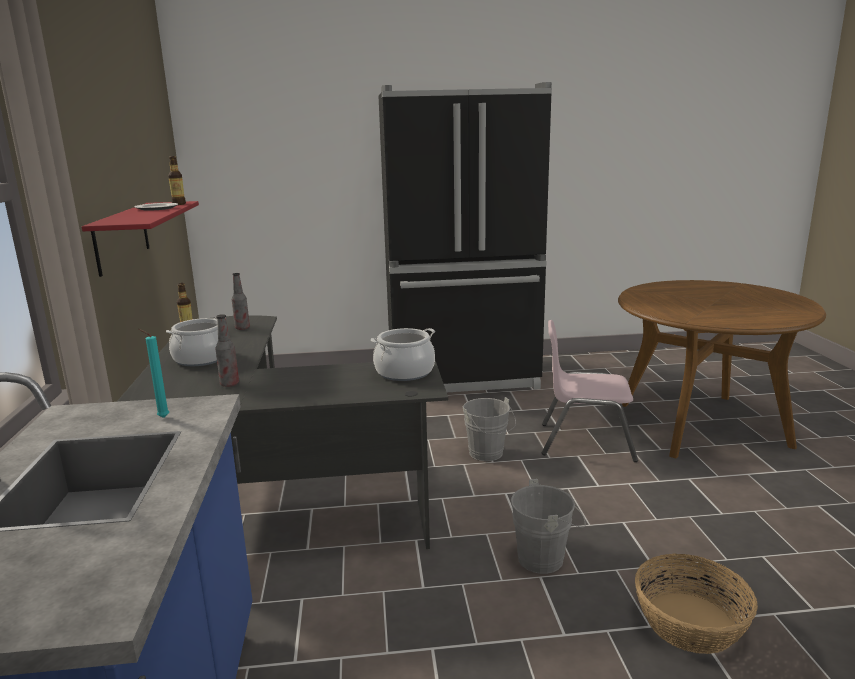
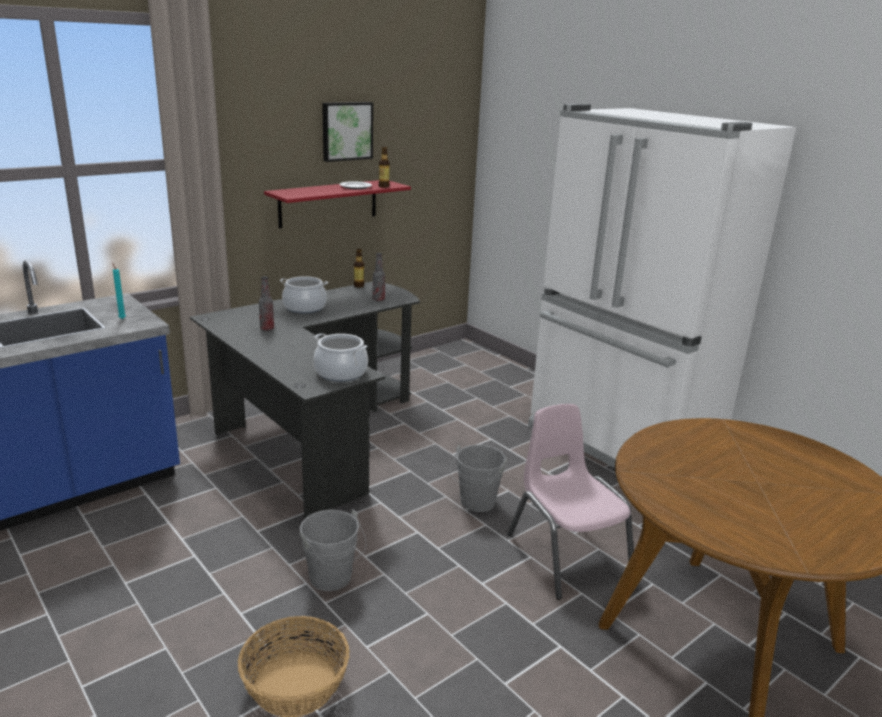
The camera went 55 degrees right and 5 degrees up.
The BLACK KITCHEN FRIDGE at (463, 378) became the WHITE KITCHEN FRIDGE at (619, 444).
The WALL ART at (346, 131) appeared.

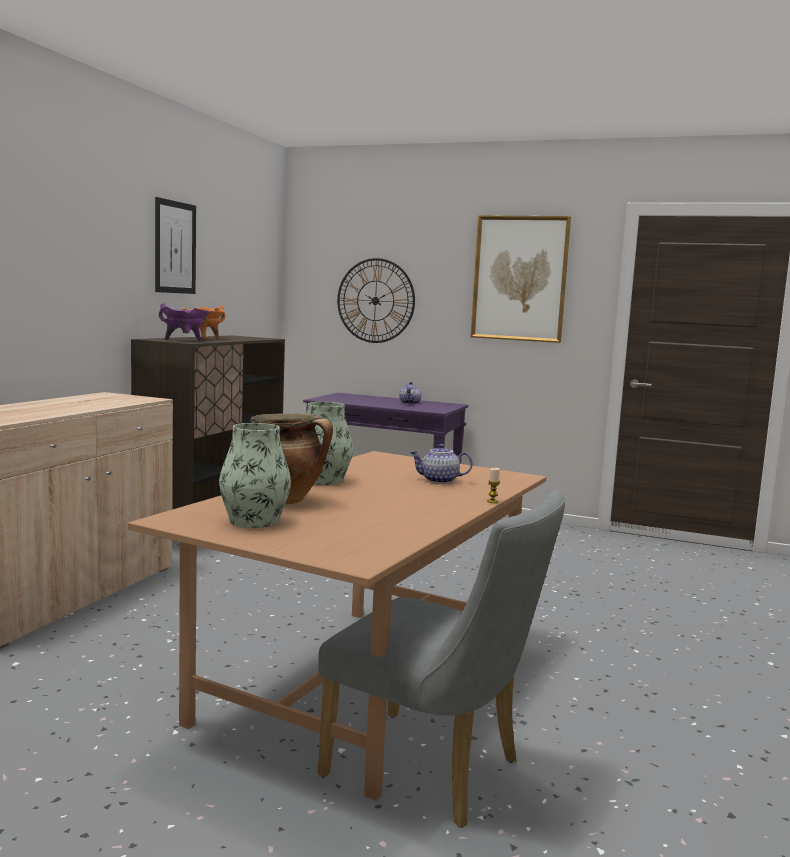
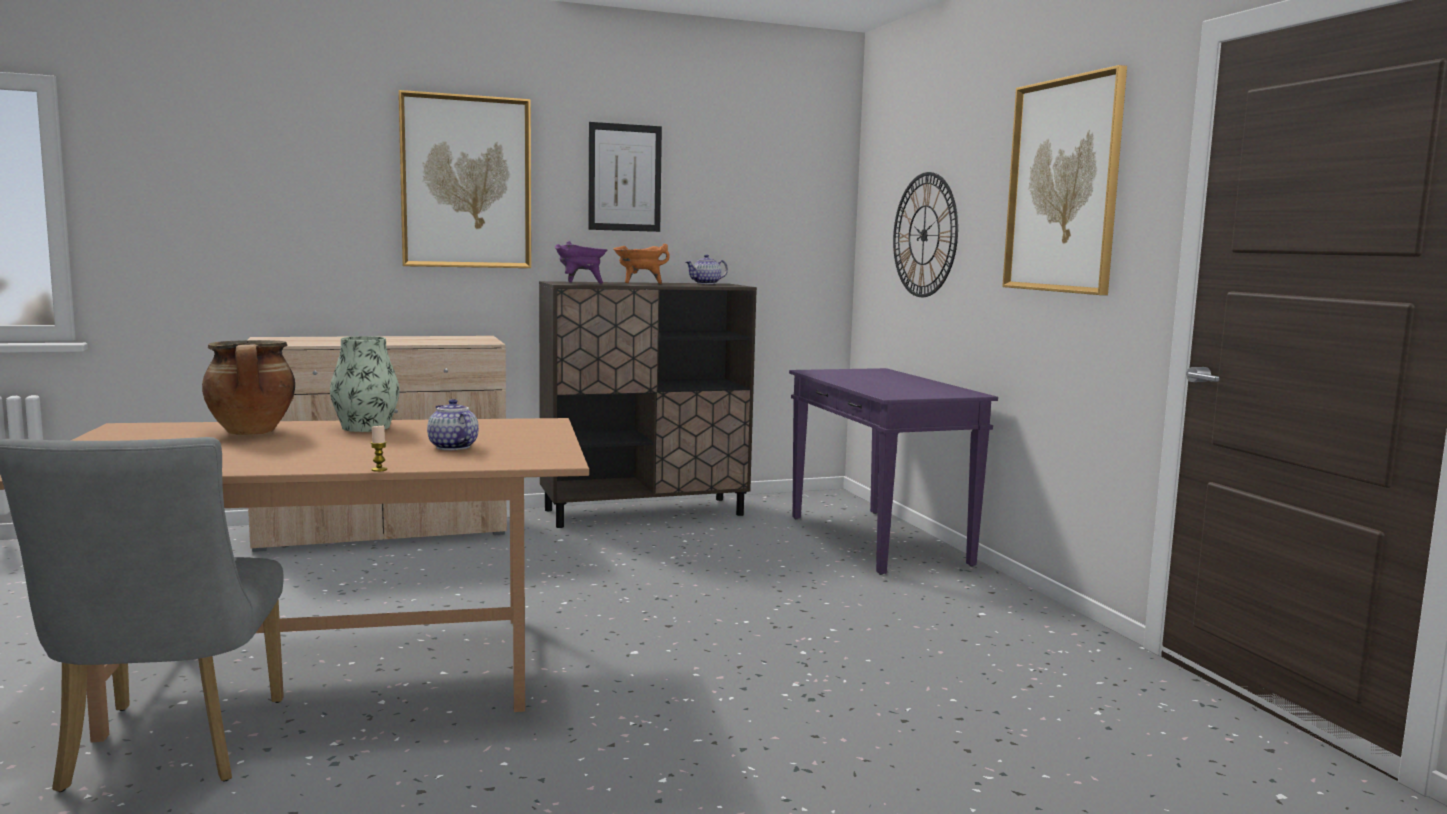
The camera went 50 degrees right and 0 degrees up.
The VASE at (254, 521) disappeared.
The TEAPOT moved from (410, 403) to (706, 283).
The WALL ART at (466, 182) appeared.

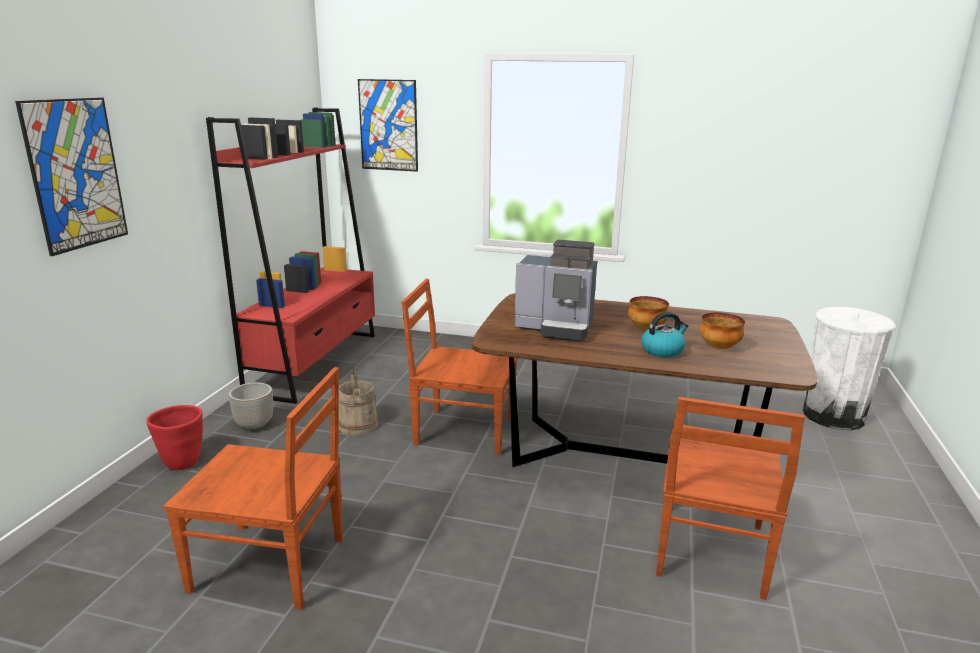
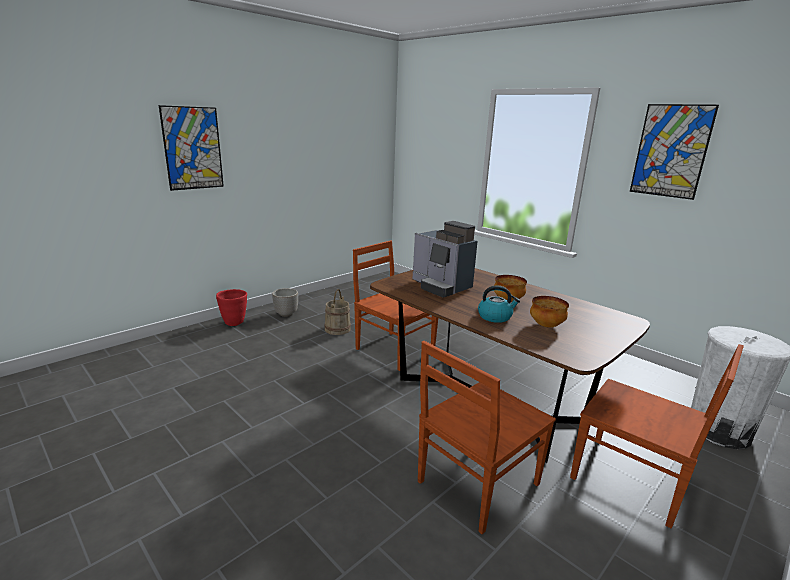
The camera went 30 degrees right and 0 degrees up.
The BROWN PLAIN CHAIR moved from (272, 565) to (632, 480).
The RED SHELVING UNIT at (315, 362) disappeared.
The WALL ART moved from (388, 125) to (671, 151).

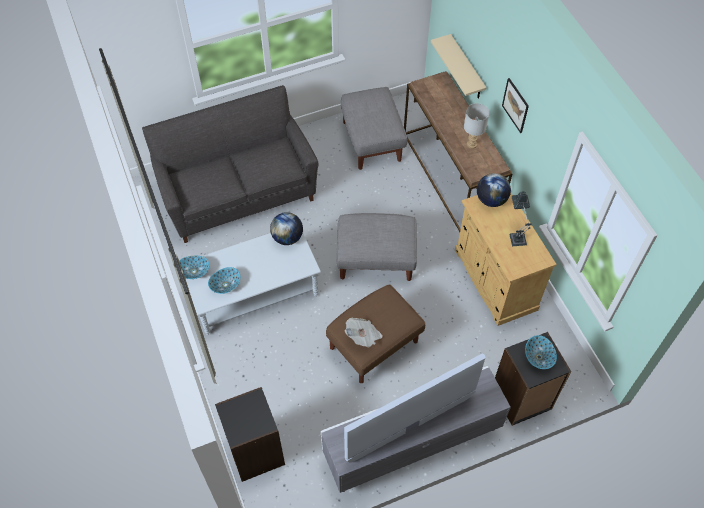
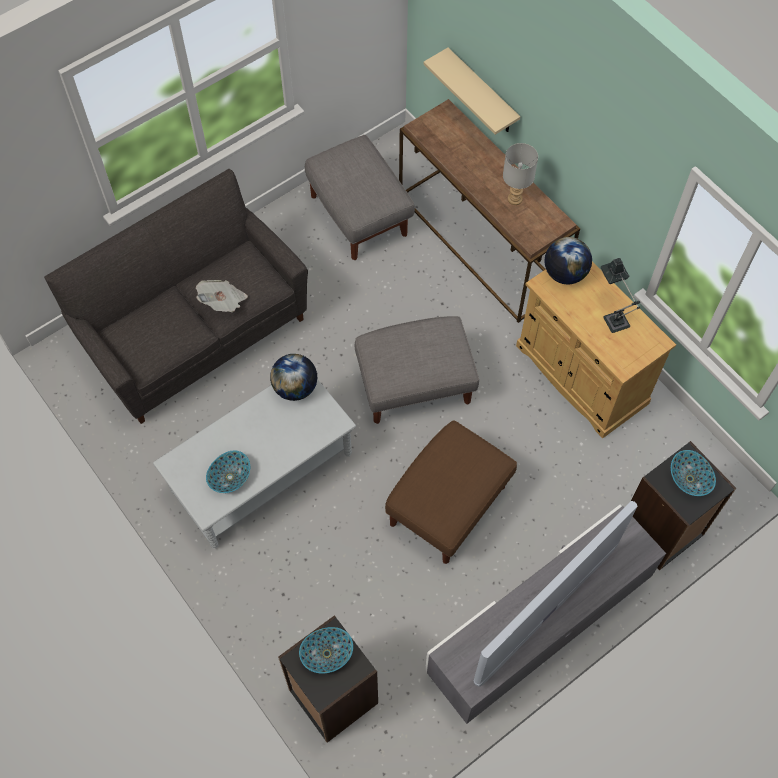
The camera went 15 degrees left and 5 degrees up.
The DEEP DISH moved from (194, 271) to (326, 653).
The PRINTED PAPER moved from (363, 336) to (223, 302).
The WALL ART at (515, 105) disappeared.

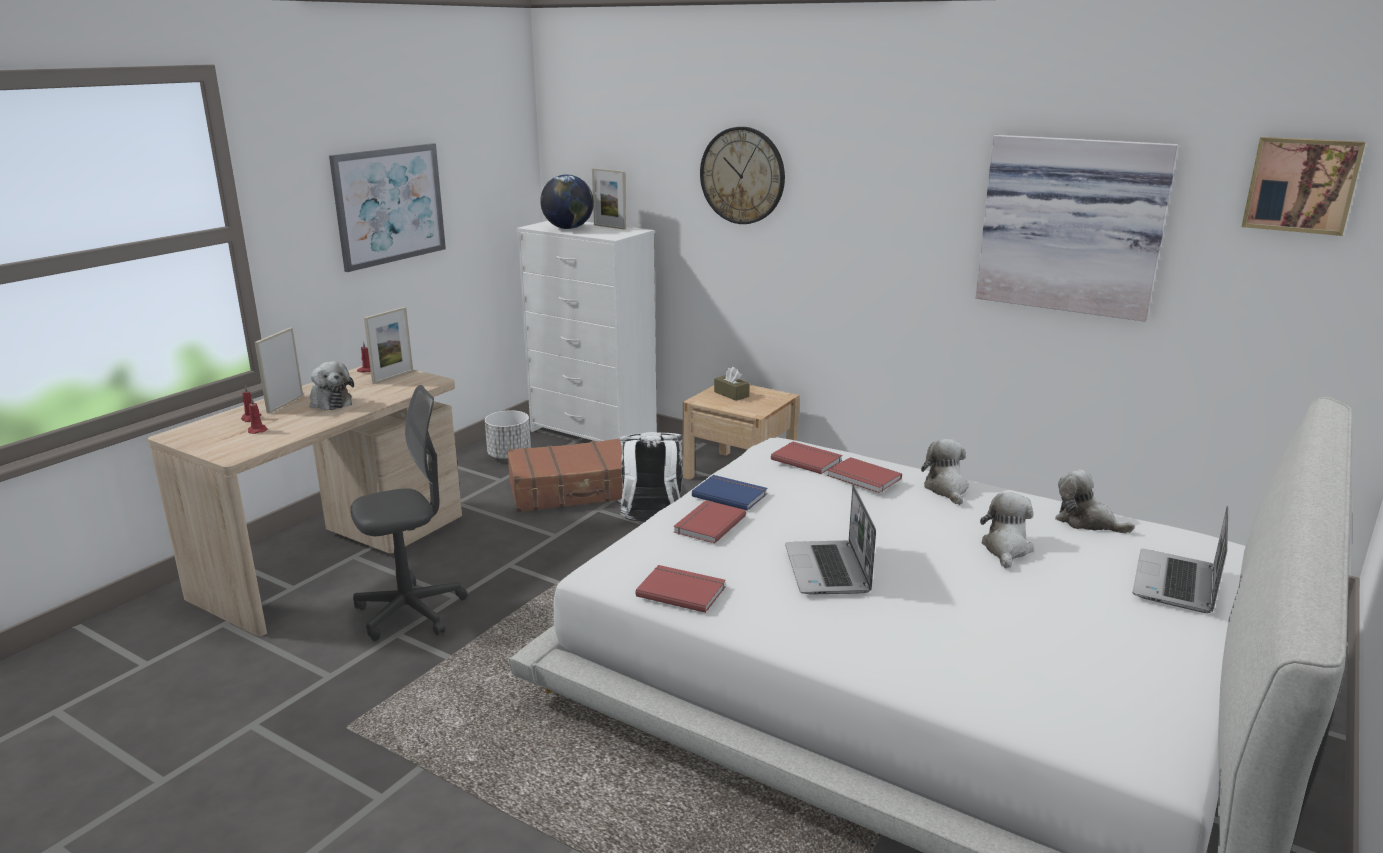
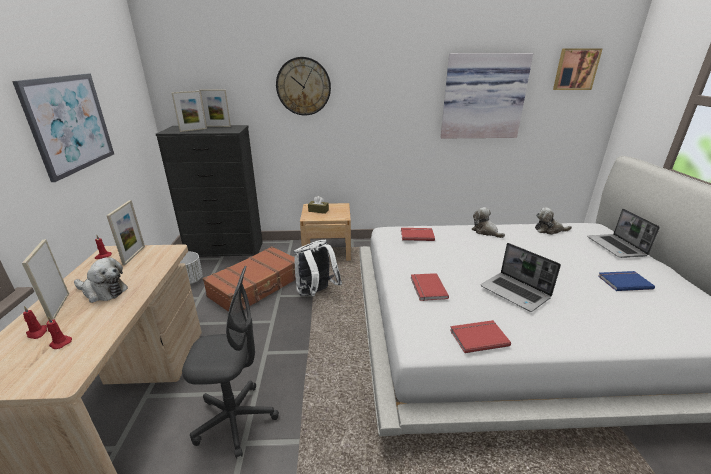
The camera went 35 degrees left and 5 degrees up.
The GRAY DESK CHAIR at (410, 612) turned 60 degrees clockwise.
The WHITE DRESSER at (594, 433) became the BLACK DRESSER at (227, 251).
The DESK GLOBE at (568, 228) was replaced by the STANDING FRAME at (193, 130).
The BLUE-COLOURED VOLUME moved from (730, 494) to (623, 282).
The RED VOLUME at (863, 478) disappeared.
The SOFT TOY at (1006, 549) disappeared.

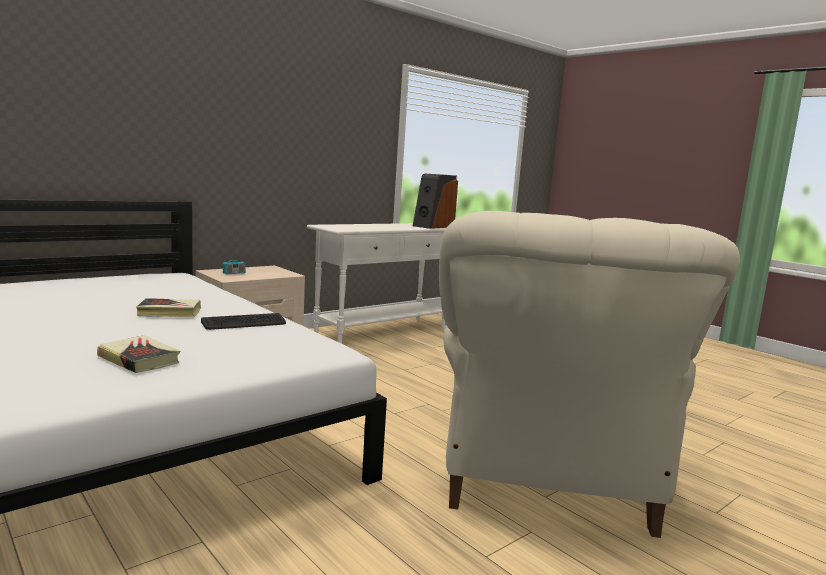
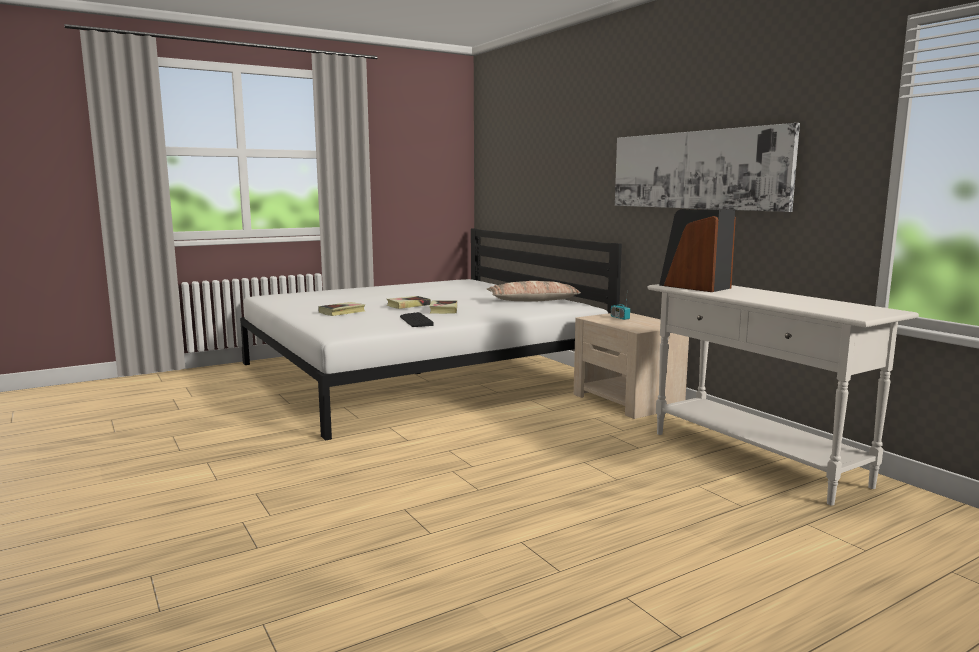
The camera went 100 degrees right and 0 degrees up.
The AUDIO SPEAKER moved from (433, 226) to (694, 287).
The SAND-COLOURED EASY CHAIR at (545, 476) disappeared.
The VOLUME at (408, 305) appeared.
The THROW PILLOW at (533, 301) appeared.
The WALL ART at (696, 170) appeared.

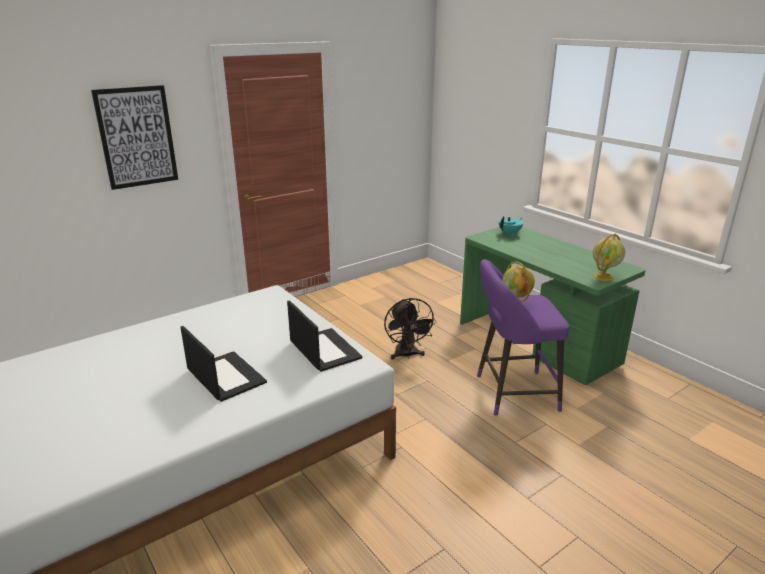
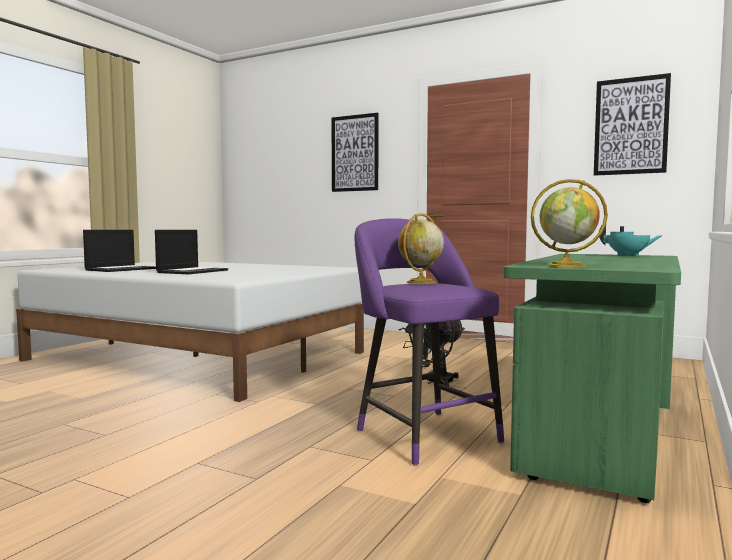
The camera went 65 degrees right and 20 degrees down.
The LAPTOP moved from (324, 350) to (121, 269).
The WALL ART at (631, 126) appeared.

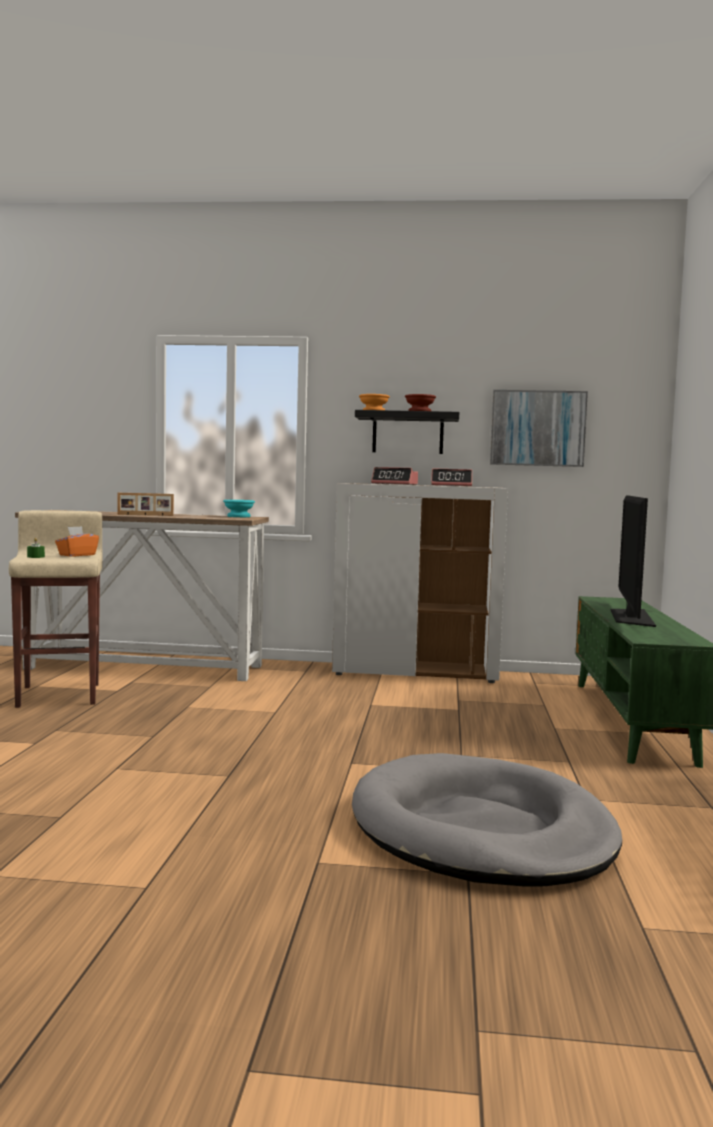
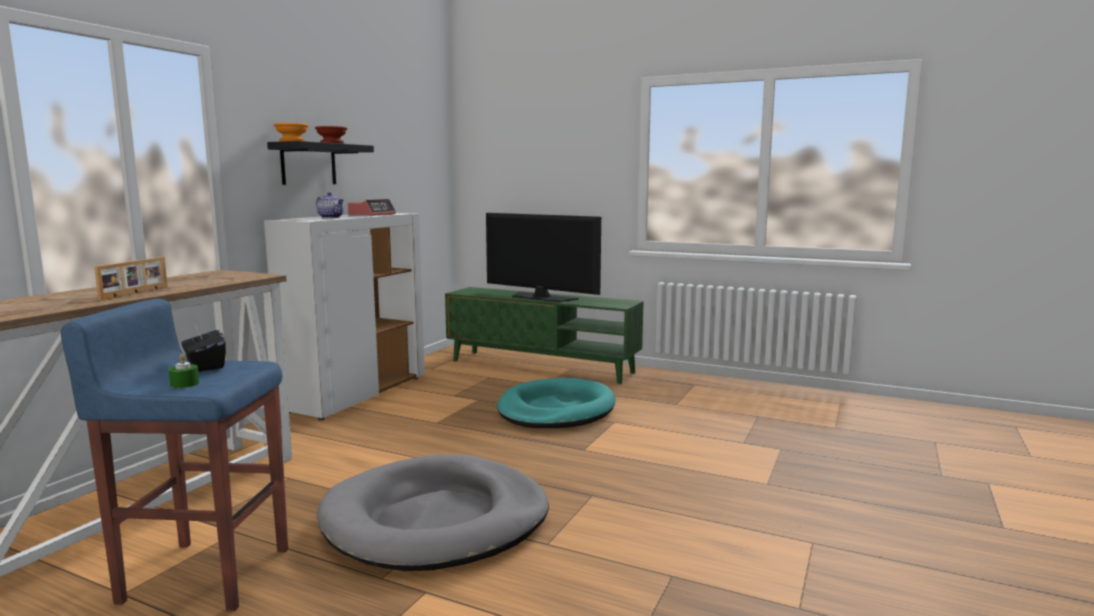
The camera went 70 degrees left and 5 degrees up.
The SAND-COLOURED STOOL SEAT at (60, 694) became the BLUE-COLOURED STOOL SEAT at (205, 573).
The ORANGEY TISSUE HOLDER at (77, 555) became the BLACK TISSUE HOLDER at (205, 365).
The BLUE-GREEN DEEP DISH at (238, 516) disappeared.
The GRAY DOG CUSHION moved from (481, 830) to (436, 520).
The BEDSIDE CLOCK at (395, 484) was replaced by the TEAPOT at (331, 217).
The WALL ART at (537, 428) disappeared.
The BLUE-GREEN DOG CUSHION at (556, 410) appeared.

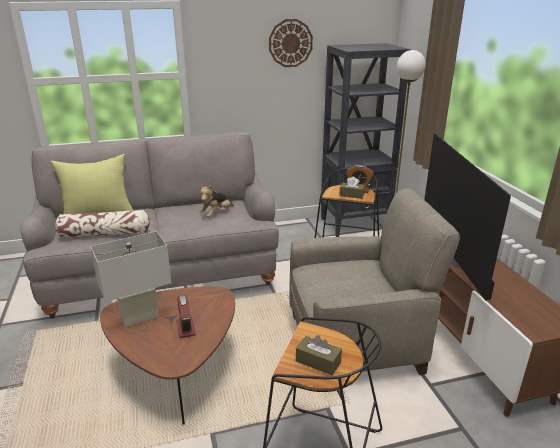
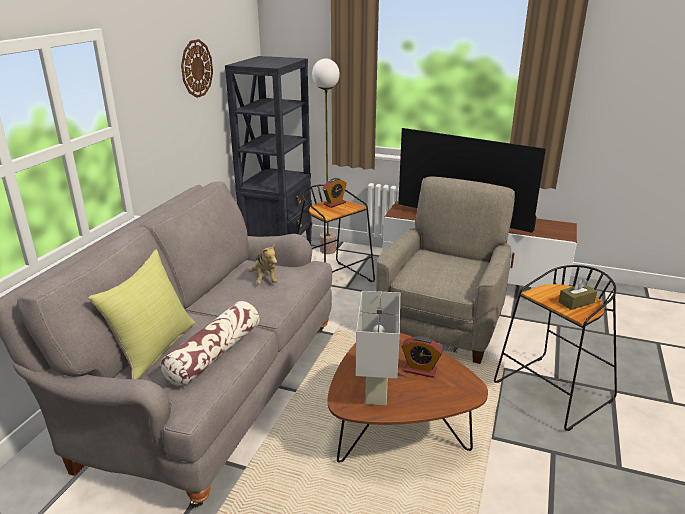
The camera went 55 degrees left and 0 degrees up.
The BROWN TISSUE HOLDER at (351, 195) disappeared.

